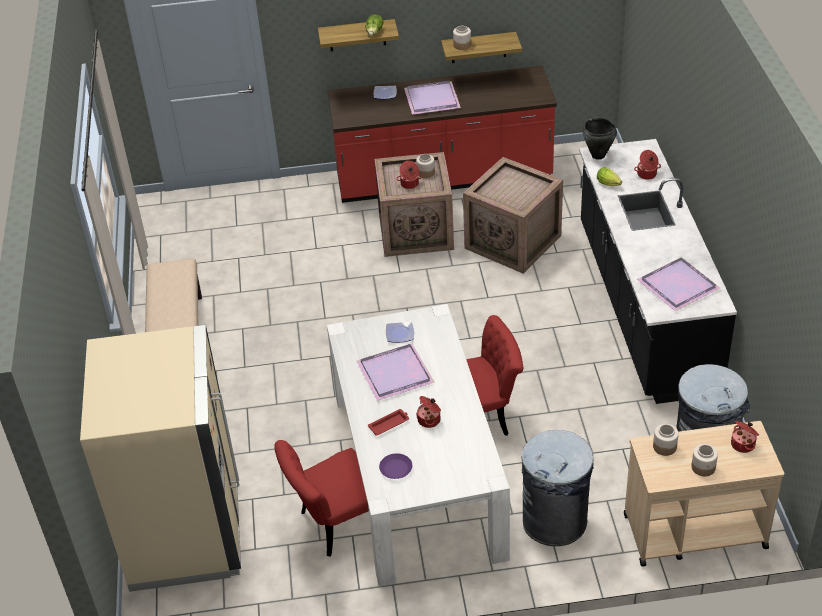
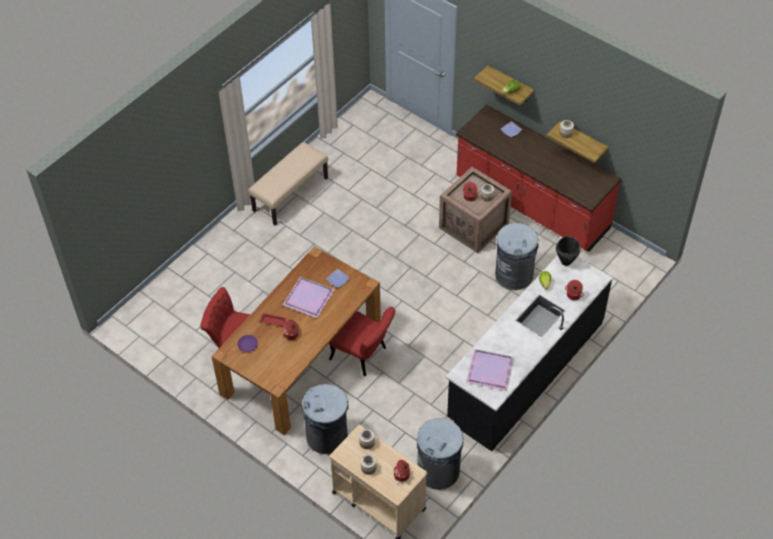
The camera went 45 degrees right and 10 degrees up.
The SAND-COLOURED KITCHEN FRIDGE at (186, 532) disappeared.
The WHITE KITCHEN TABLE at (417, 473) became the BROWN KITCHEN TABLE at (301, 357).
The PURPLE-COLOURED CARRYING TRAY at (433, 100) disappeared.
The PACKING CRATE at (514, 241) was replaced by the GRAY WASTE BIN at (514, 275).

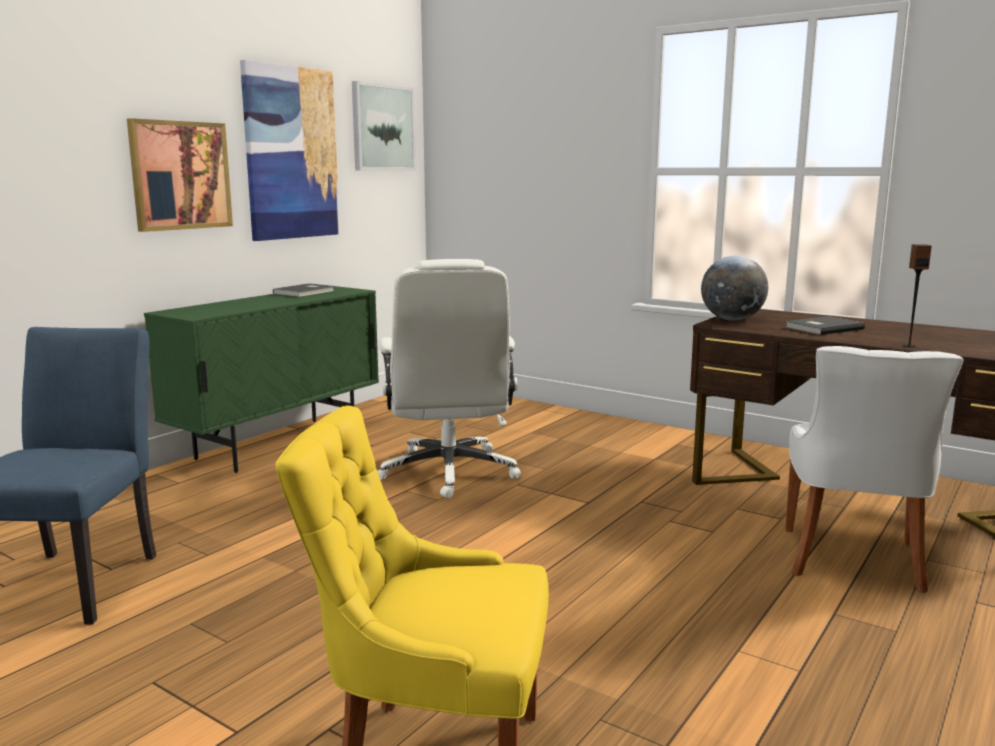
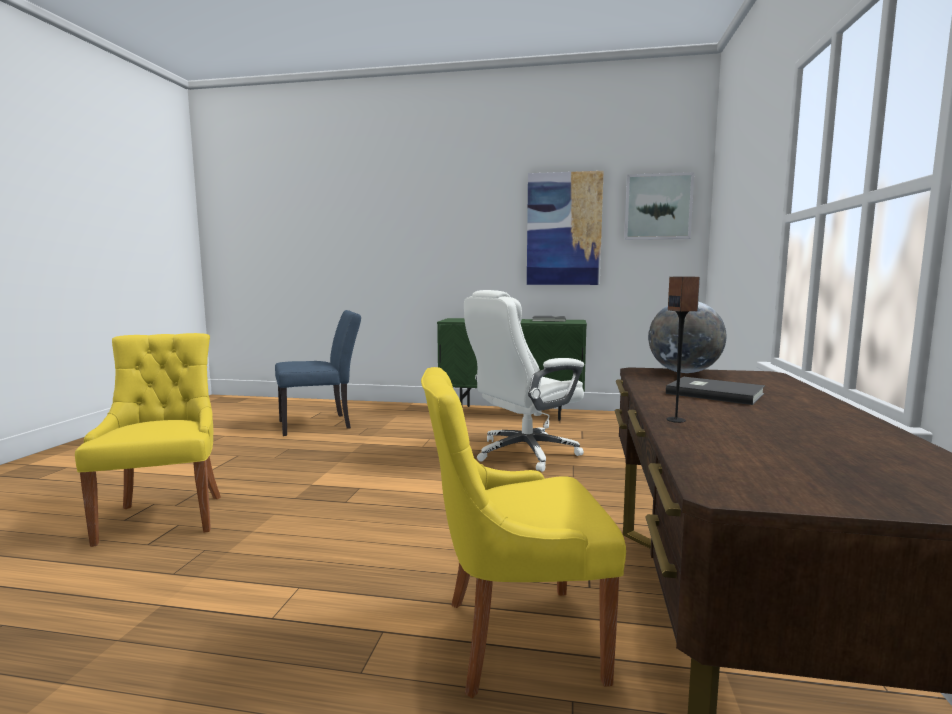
The camera went 65 degrees right and 5 degrees down.
The WALL ART at (180, 175) disappeared.
The WHITE PLAIN CHAIR at (852, 561) became the YELLOW-COLOURED PLAIN CHAIR at (515, 639).

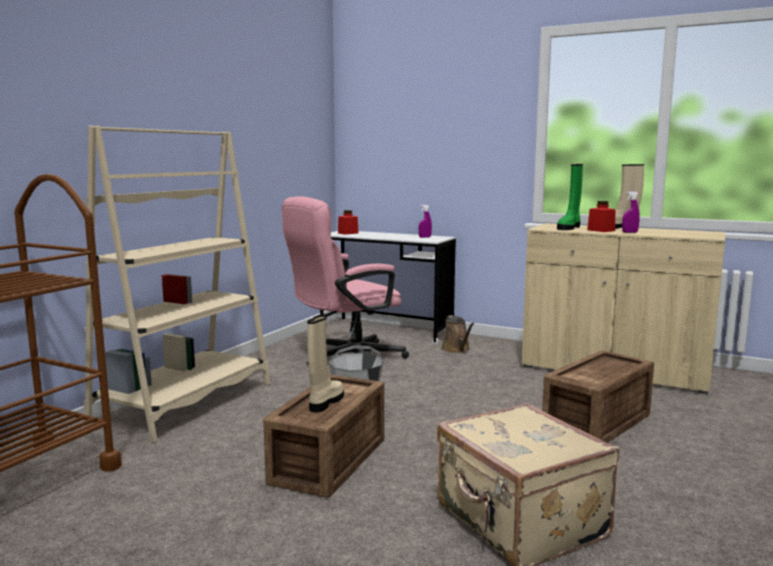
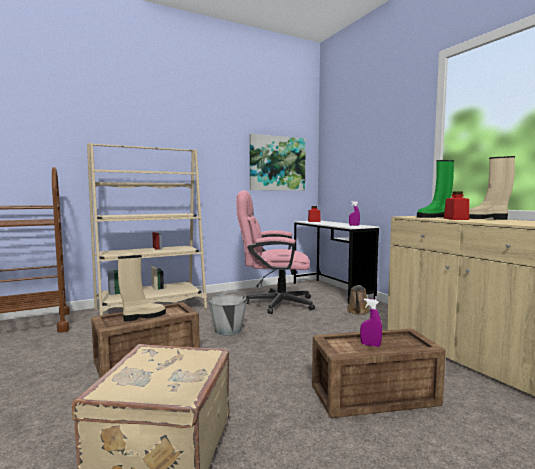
The camera went 35 degrees right and 5 degrees down.
The PURPLE-COLOURED SPRAY BOTTLE moved from (629, 232) to (370, 345).
The WALL ART at (277, 163) appeared.

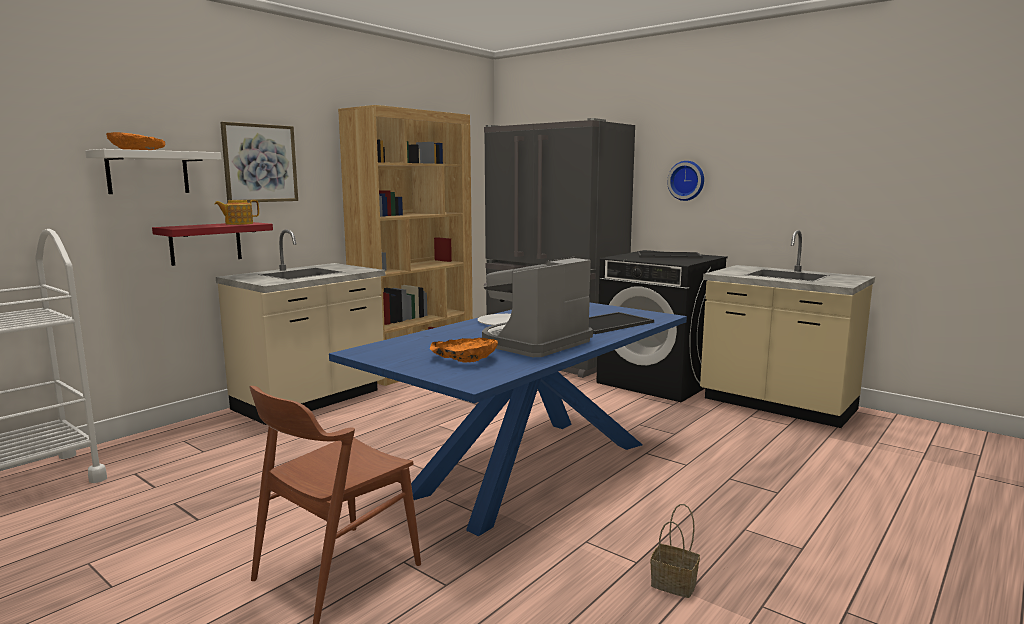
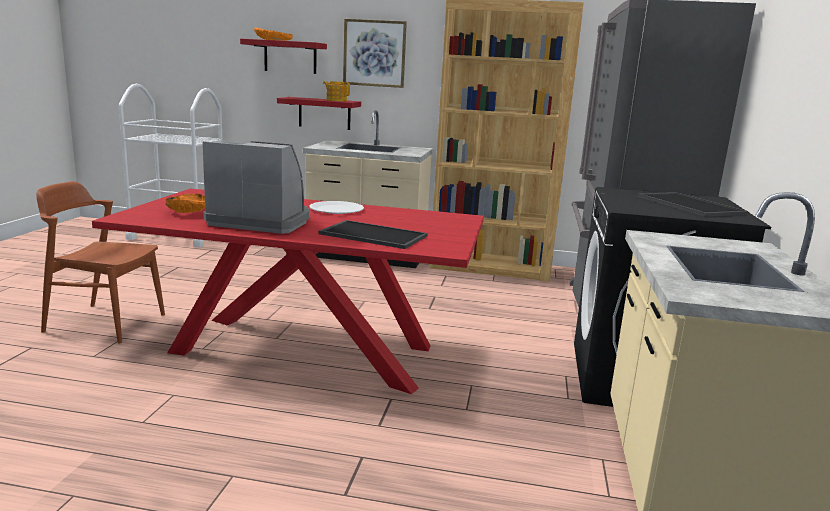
The camera went 60 degrees right and 5 degrees up.
The WHITE SHELF at (148, 172) became the RED SHELF at (290, 57).
The BLUE-COLOURED KITCHEN TABLE at (529, 468) became the RED KITCHEN TABLE at (303, 350).
The HOUSEHOLD BASKET at (675, 584) disappeared.
The HANGING CLOCK at (687, 180) disappeared.

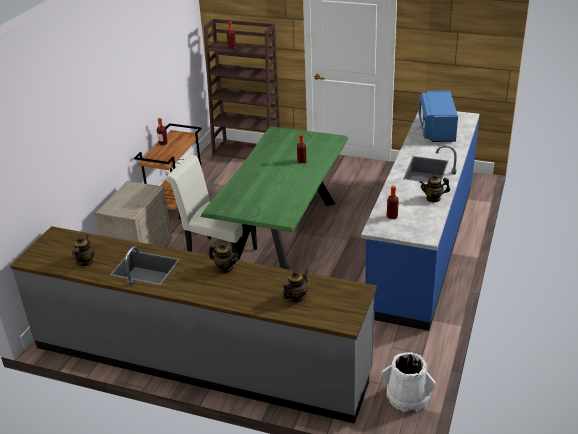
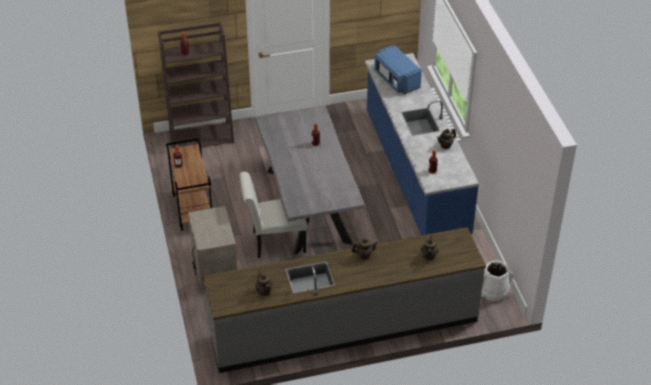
The camera went 35 degrees left and 10 degrees up.
The GREENISH KITCHEN TABLE at (283, 235) became the GRAY KITCHEN TABLE at (308, 206).

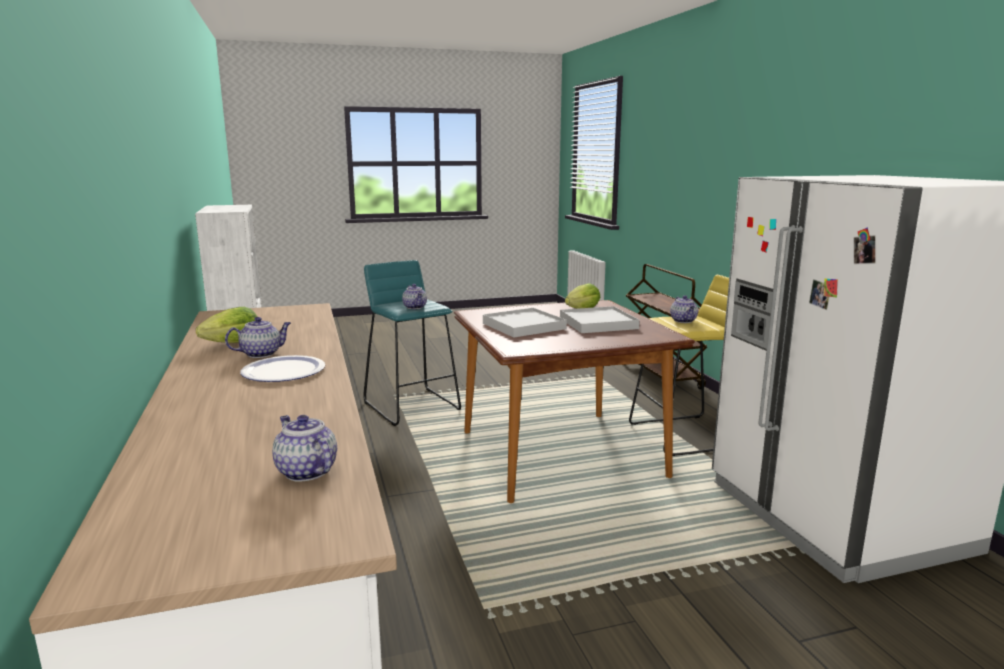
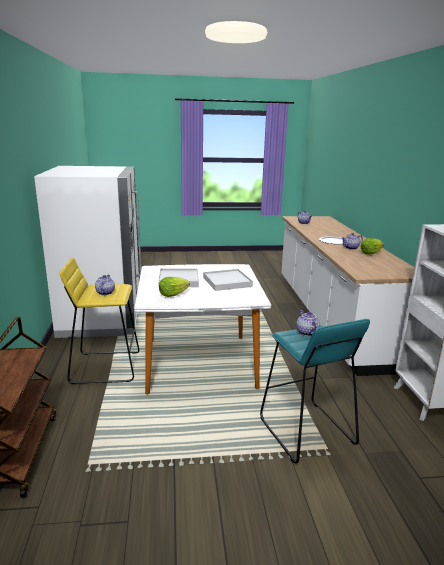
The camera went 170 degrees left and 5 degrees up.
The BROWN KITCHEN TABLE at (562, 453) became the WHITE KITCHEN TABLE at (198, 362).

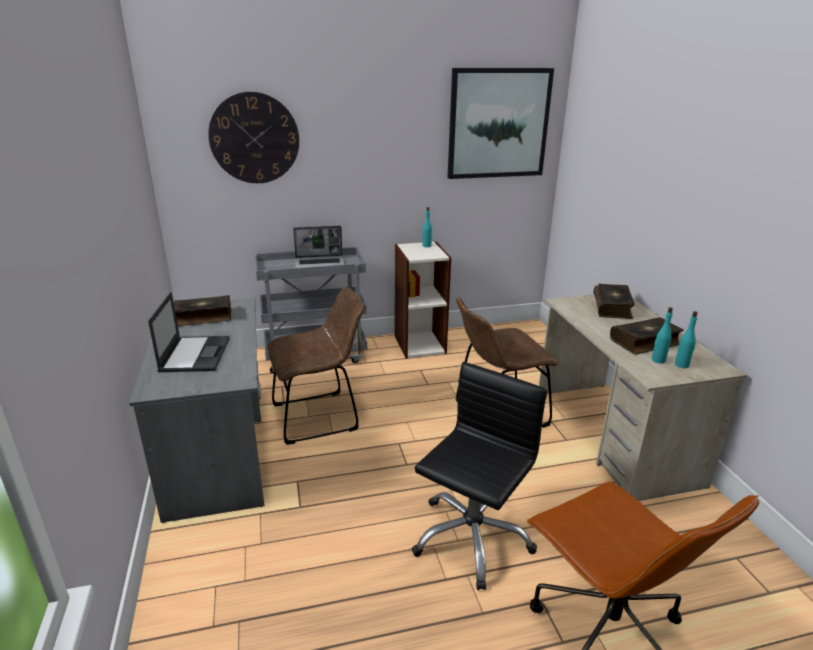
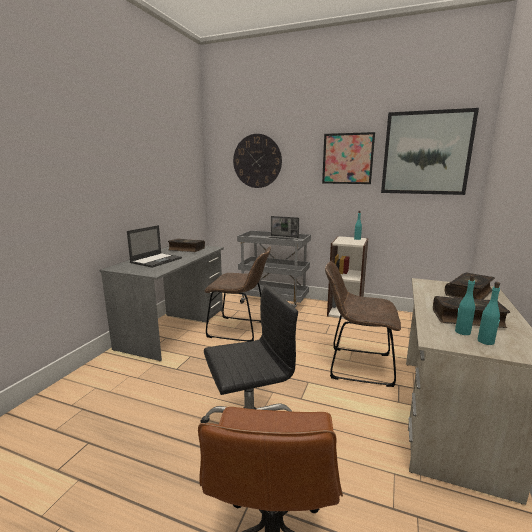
The camera went 35 degrees right and 10 degrees down.
The WALL ART at (347, 159) appeared.

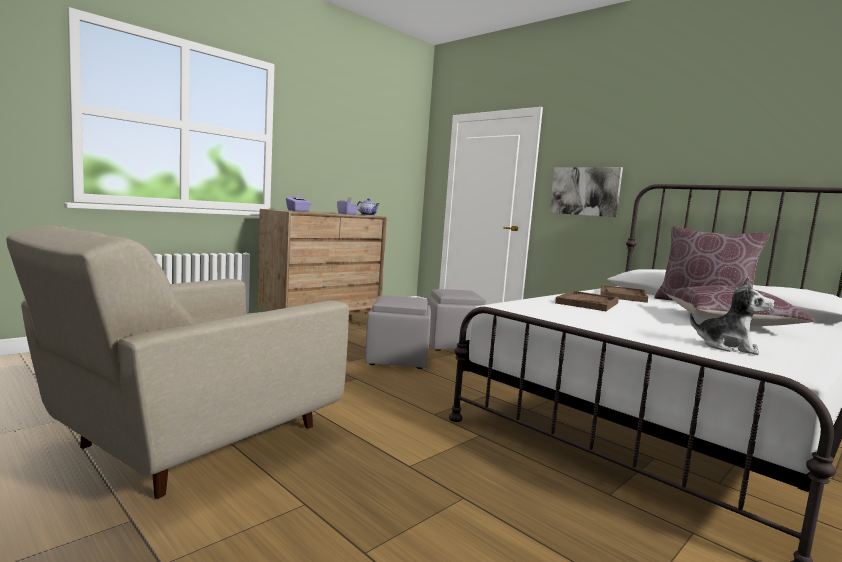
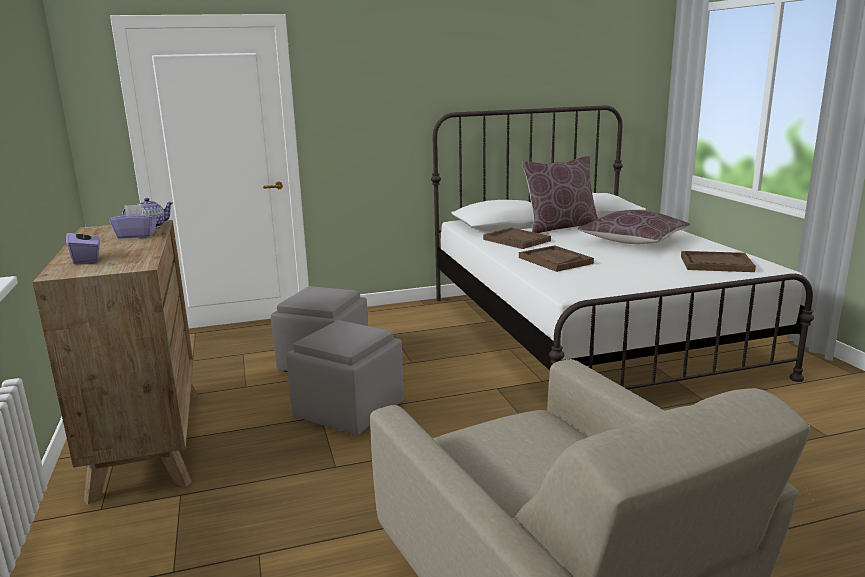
The camera went 60 degrees left and 10 degrees up.
The WALL ART at (585, 191) disappeared.
The SOFT TOY at (727, 347) was replaced by the BROWN CARRYING TRAY at (716, 264).

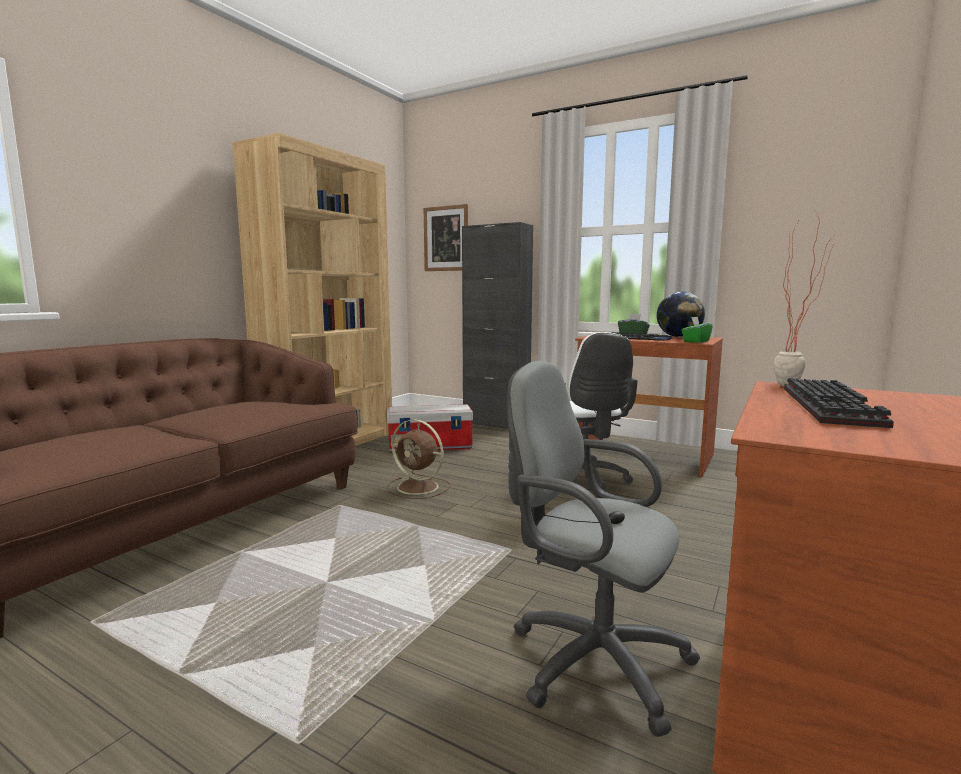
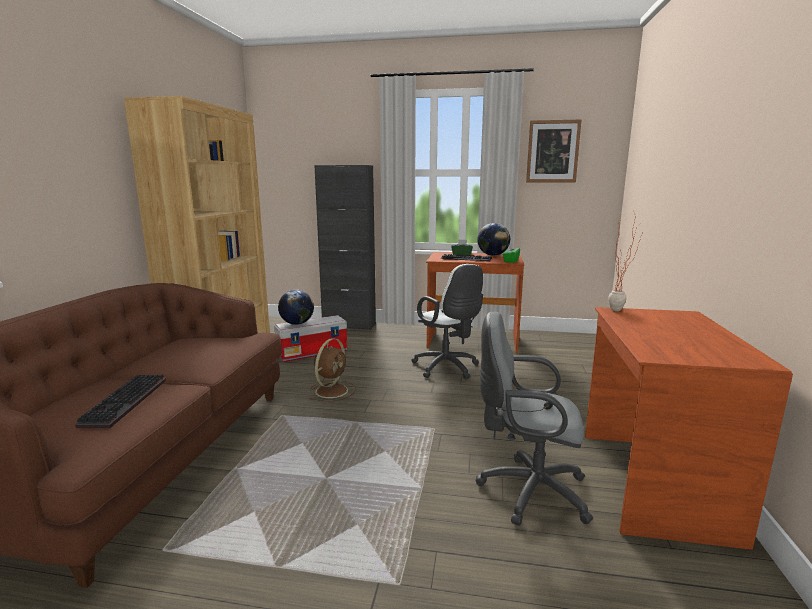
The camera went 20 degrees left and 5 degrees up.
The BROWN ELECTRIC FAN at (419, 487) turned 75 degrees counterclockwise.
The WALL ART moved from (446, 238) to (552, 151).
The KEYBOARD moved from (834, 407) to (126, 403).
The DESK GLOBE at (297, 323) appeared.

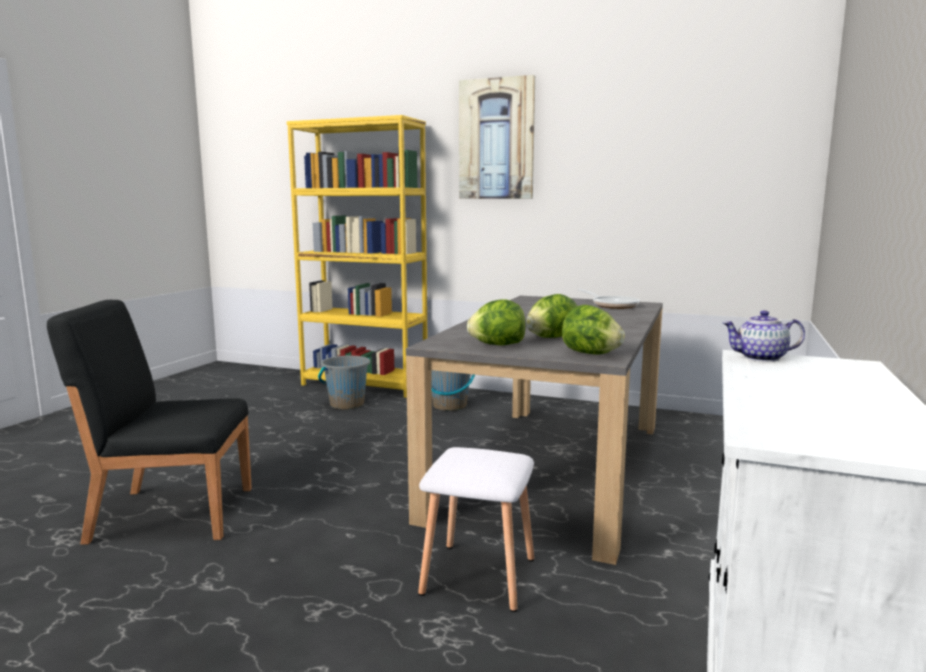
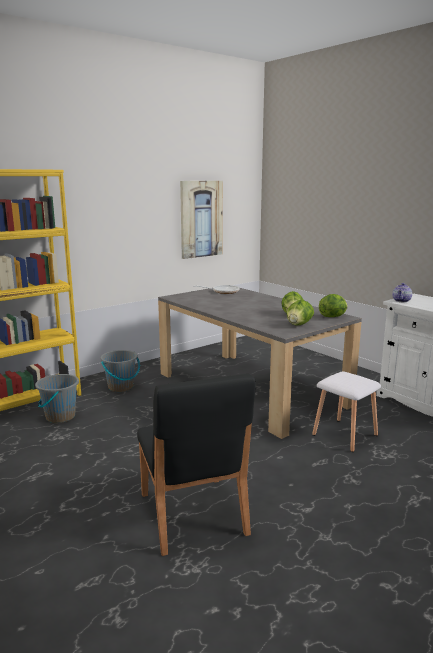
The camera went 60 degrees left and 5 degrees up.
The BLACK PLAIN CHAIR at (171, 513) turned 45 degrees counterclockwise.
The WALL ART moved from (496, 139) to (201, 219).

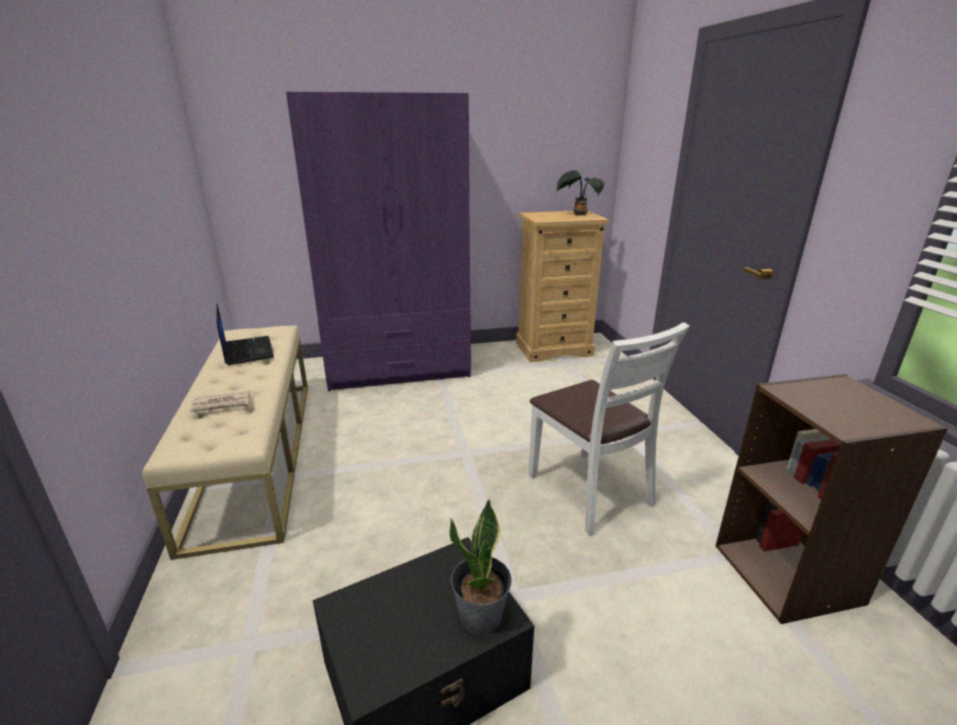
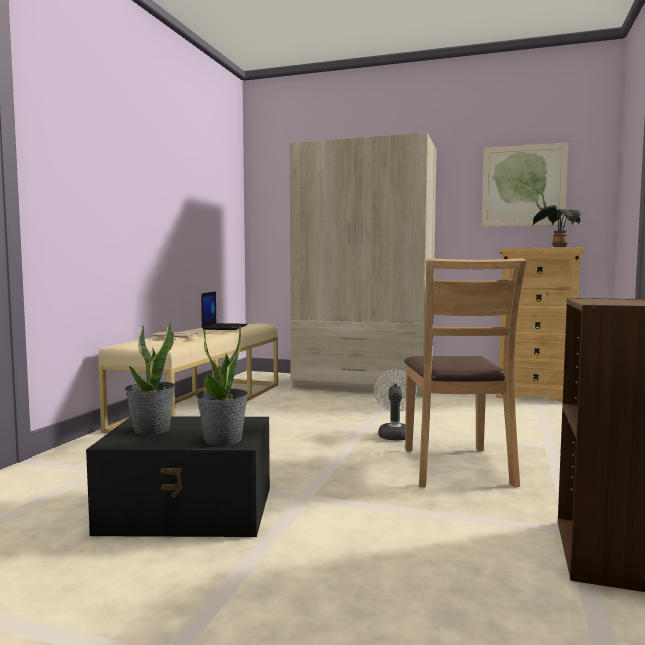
The camera went 30 degrees right and 20 degrees down.
The PURPLE-COLOURED ARMOIRE at (398, 367) became the SAND-COLOURED ARMOIRE at (363, 385).
The WHITE PLAIN CHAIR at (589, 491) became the BROWN PLAIN CHAIR at (455, 467).
The HOUSEPLANT at (151, 429) appeared.
The WHITE ELECTRIC FAN at (394, 434) appeared.
The WALL ART at (523, 185) appeared.

